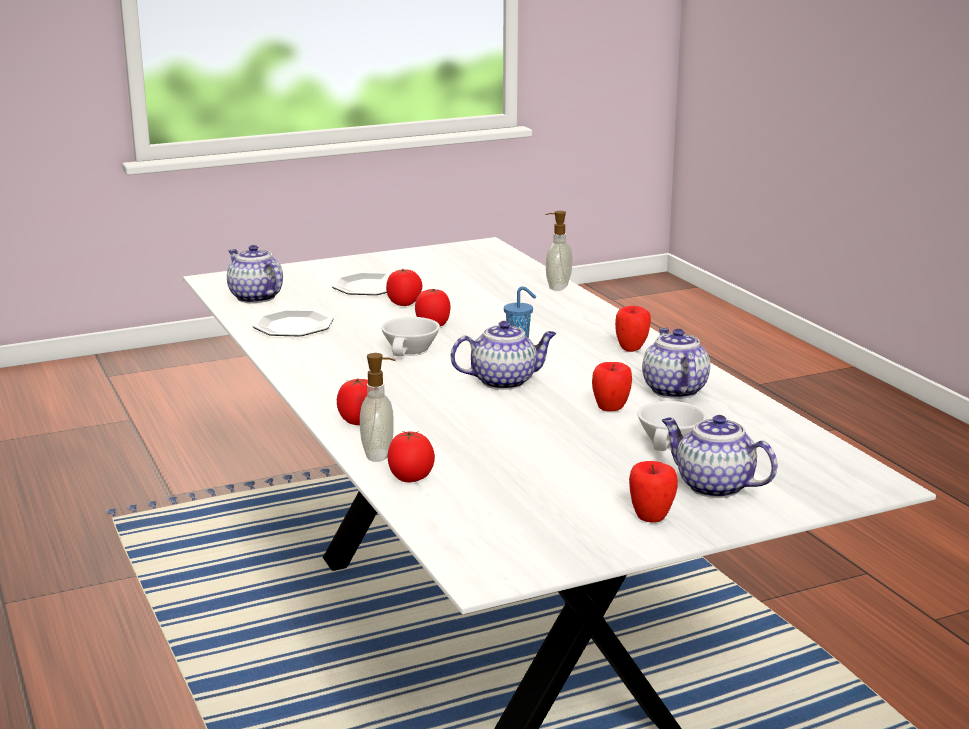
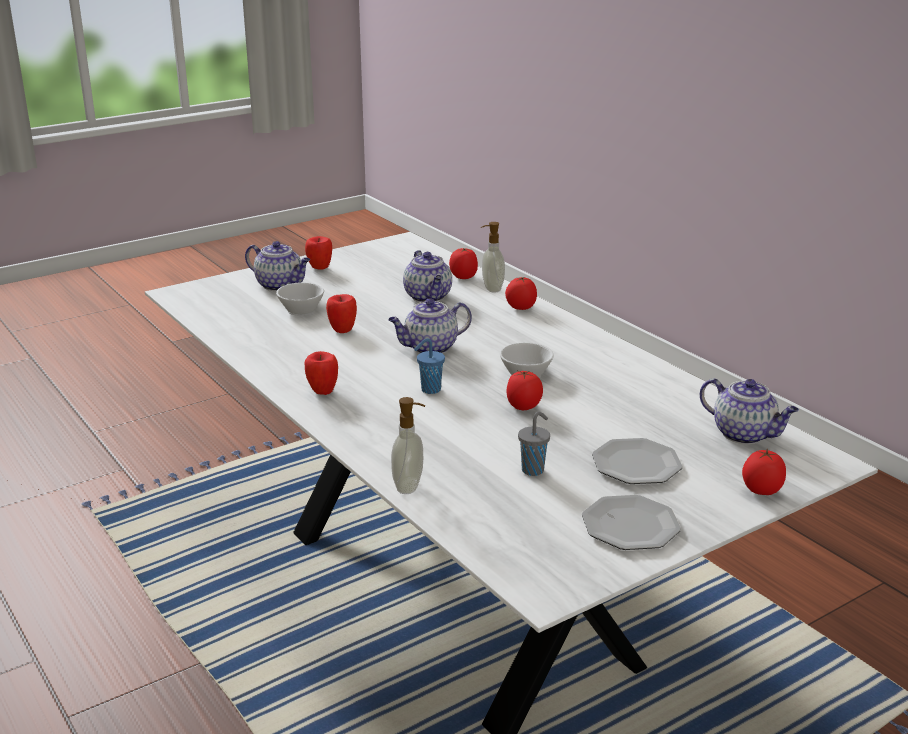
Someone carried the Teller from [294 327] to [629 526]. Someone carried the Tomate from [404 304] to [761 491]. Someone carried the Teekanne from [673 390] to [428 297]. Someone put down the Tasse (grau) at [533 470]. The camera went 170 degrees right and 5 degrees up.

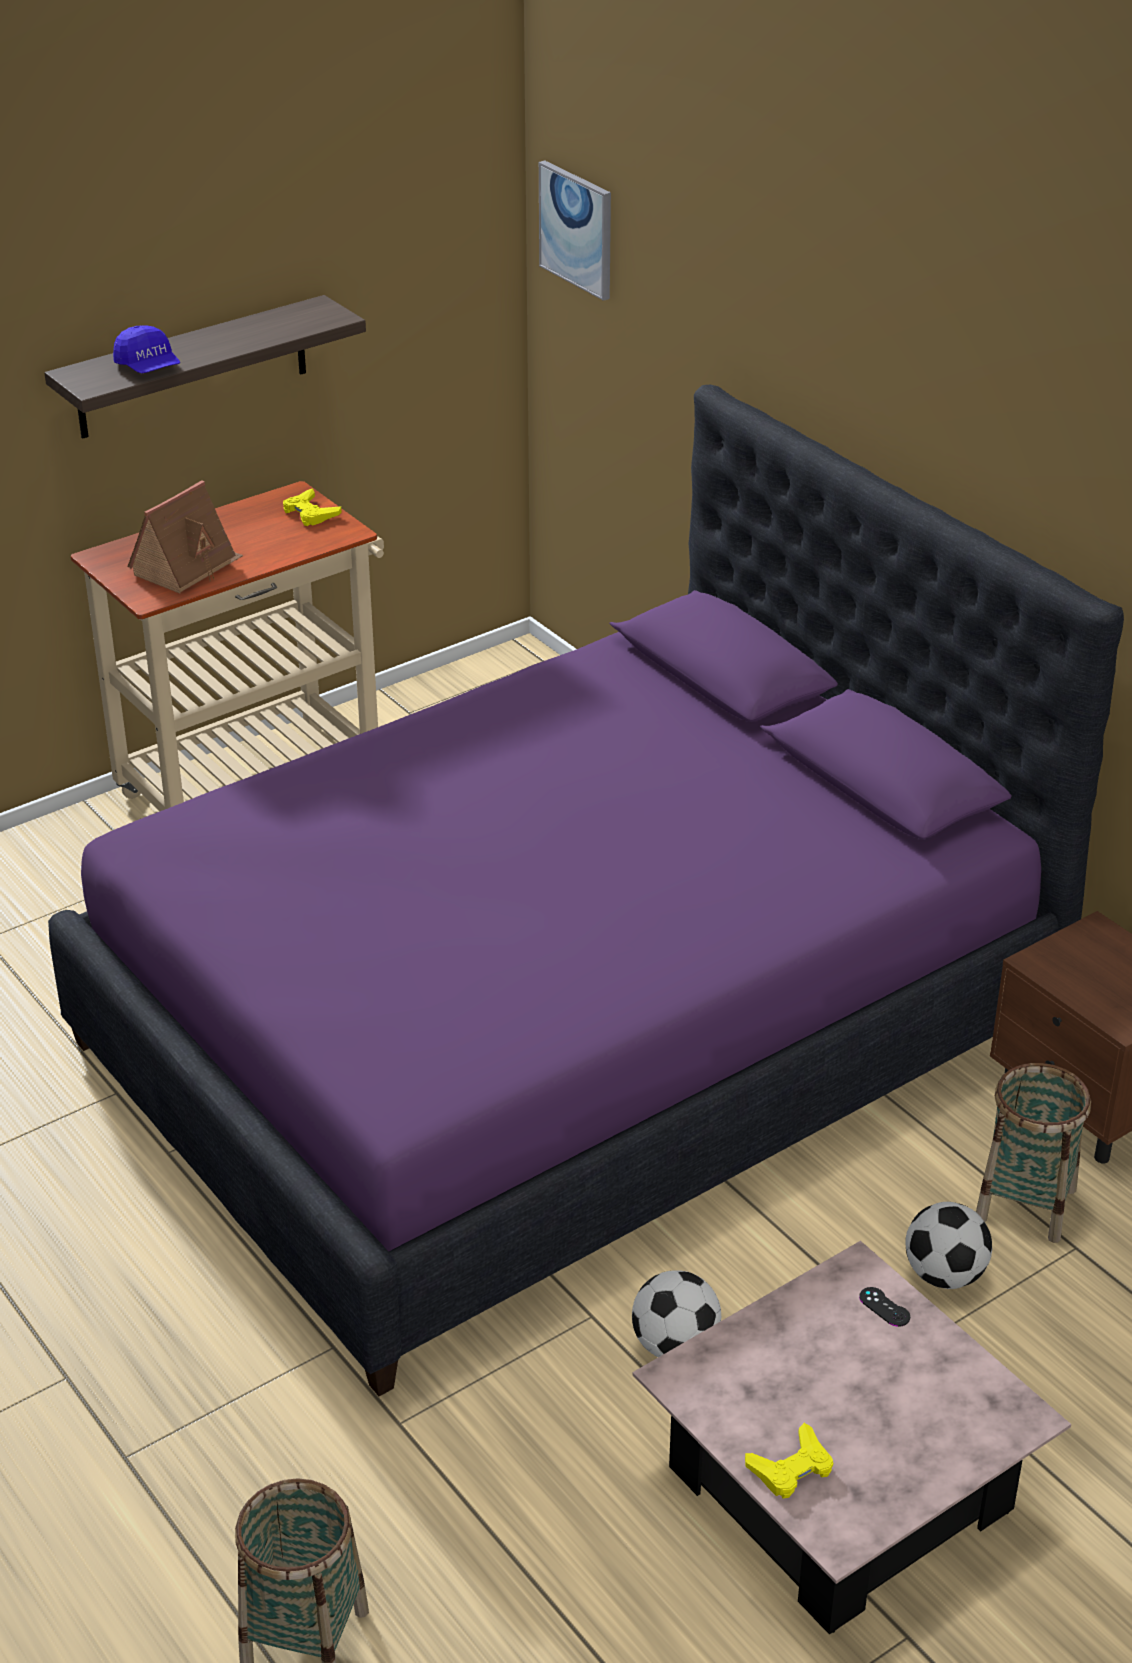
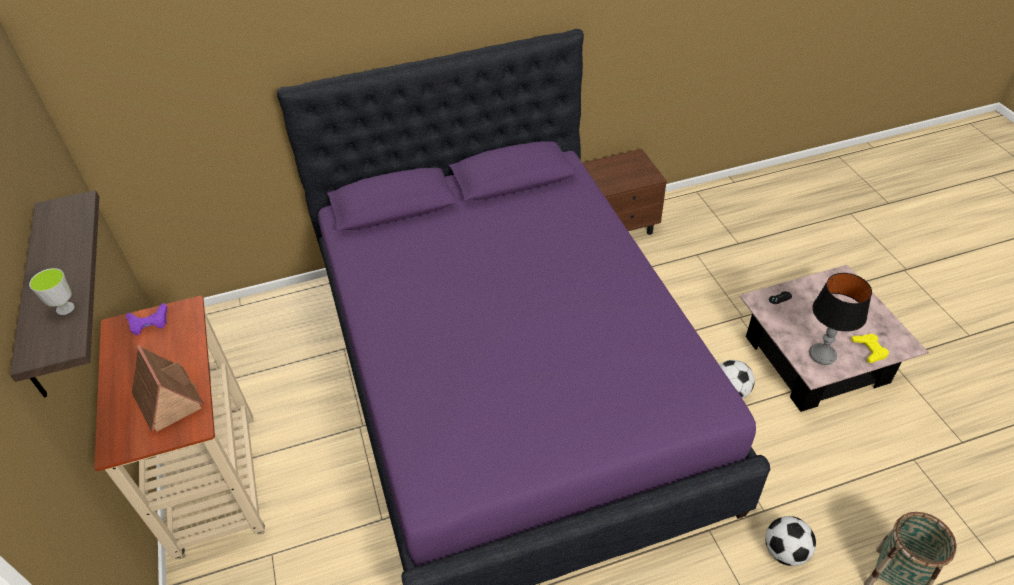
Someone swapped the Kappe (blau) at [148 368] for the Tasse at [65 308]. Someone repainted the Gamepad (gelb) at [310 513], which became the Gamepad (lila) at [149 322]. Someone took away the Bild at [577 229]. Someone carried the Fußball from [945 1275] to [785 551]. Someone took away the Korb at [1026 1204]. Someone put down the Tischlampe at [822 355]. The camera went 70 degrees left and 10 degrees up.

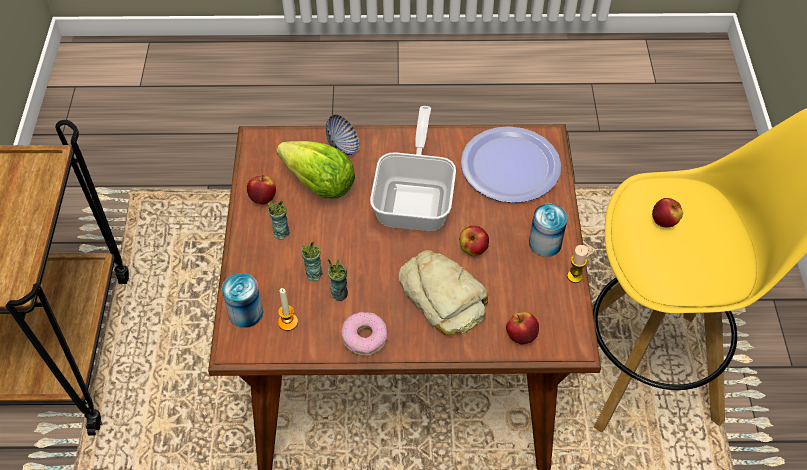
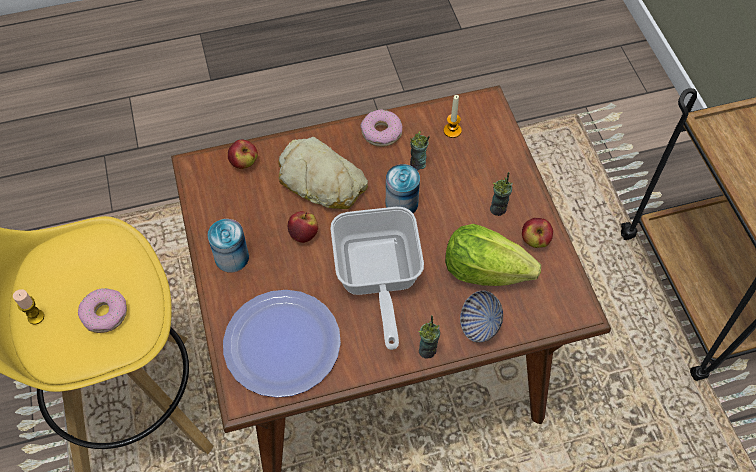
Someone carried the Dose from [245 313] to [401 203]. Someone carried the Tasse from [313 274] to [427 350]. Someone carried the Kerze from [574 276] to [36 317]. Someone swapped the Apfel at [664 221] for the Donut at [105 314]. The camera went 165 degrees right and 5 degrees up.

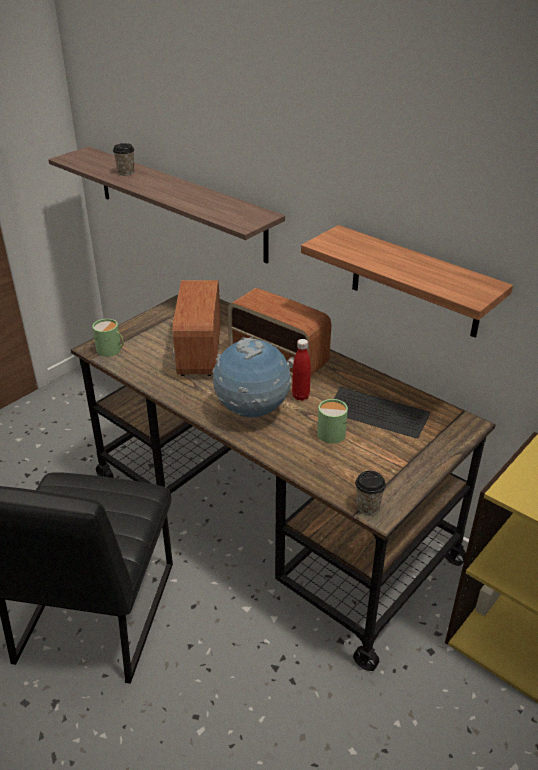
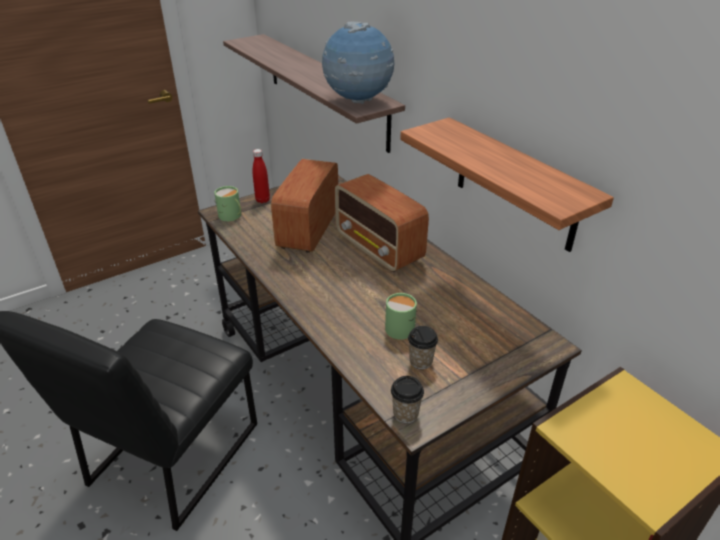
Someone carried the Tasse from [126 172] to [421 361]. Someone carried the Globus from [252 412] to [358 102]. Someone carried the Flasche (rot) from [300 396] to [262 200]. Someone took away the Tastatur at [378 414]. The camera went 15 degrees right and 0 degrees up.

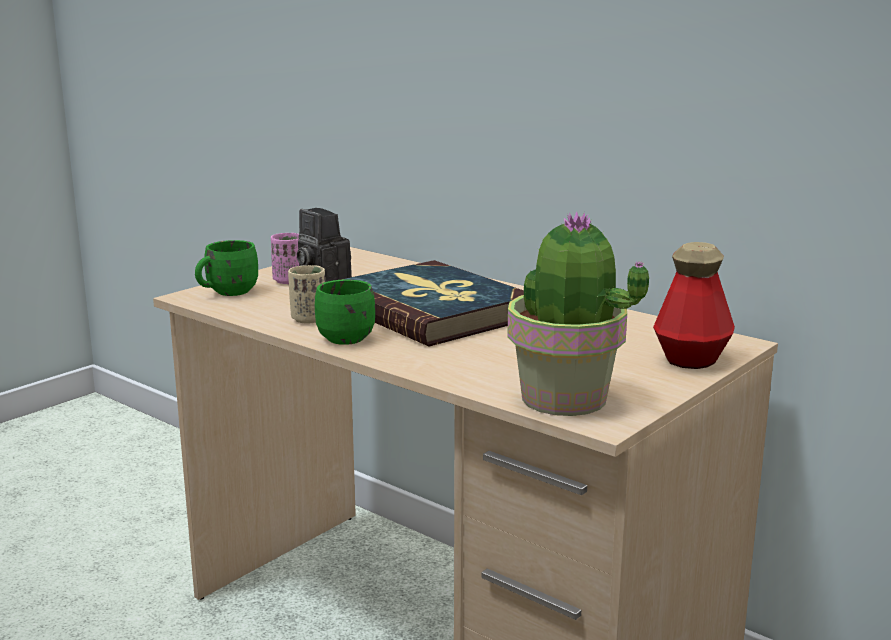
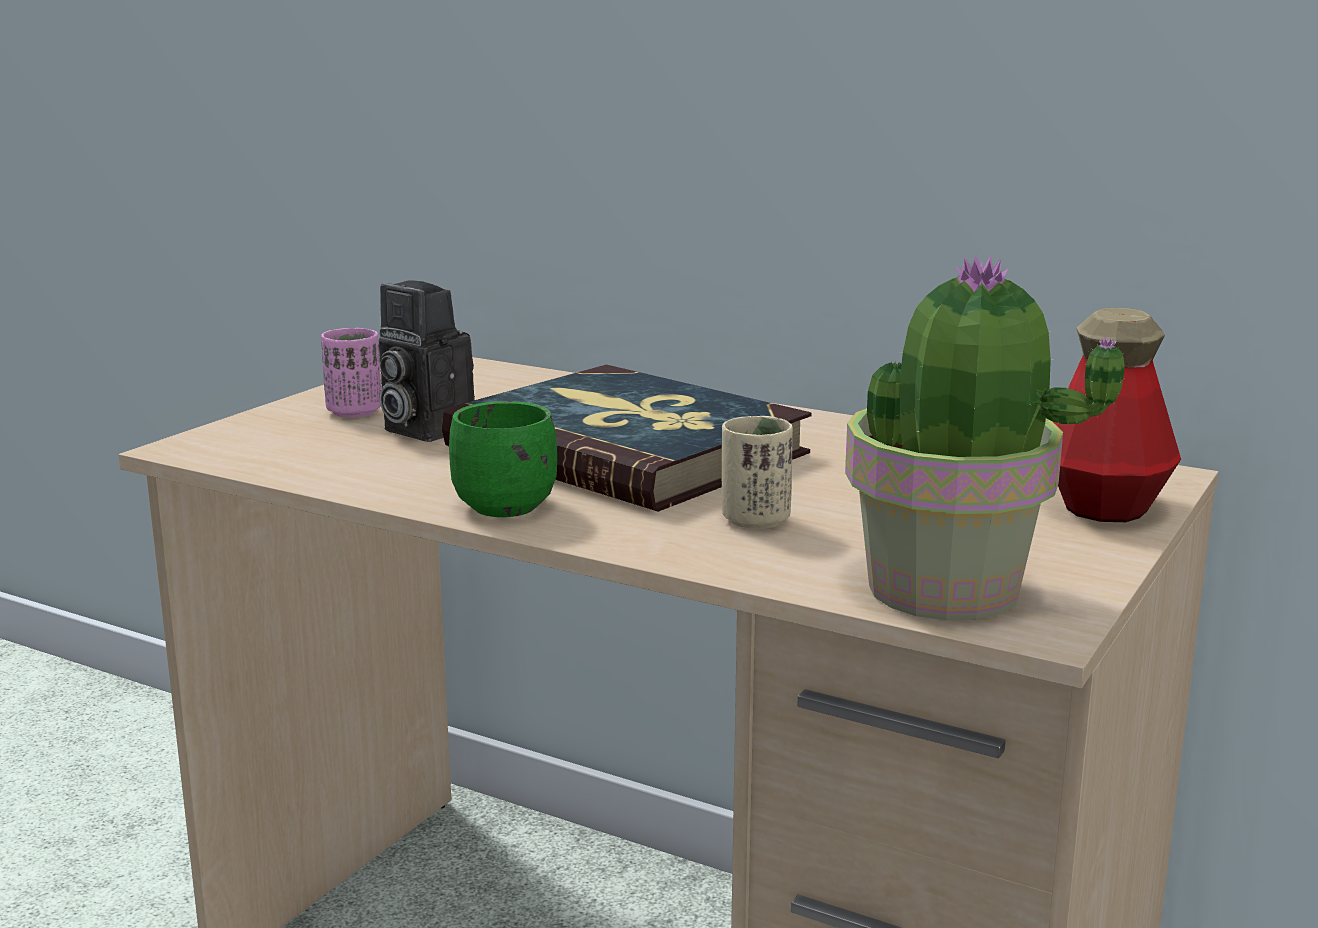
Someone took away the Henkelbecher (grün) at [226 293]. Someone carried the Tasse (beige) from [308 319] to [755 520]. The camera went 10 degrees left and 0 degrees up.

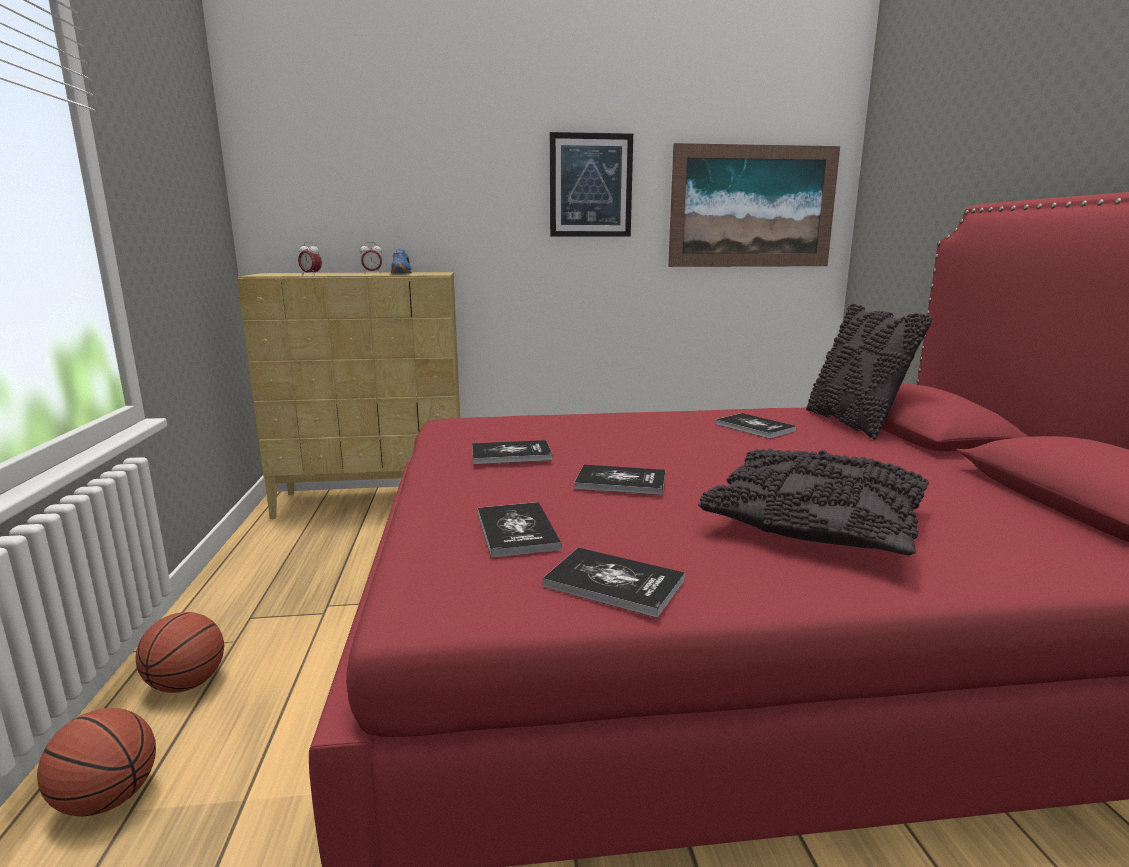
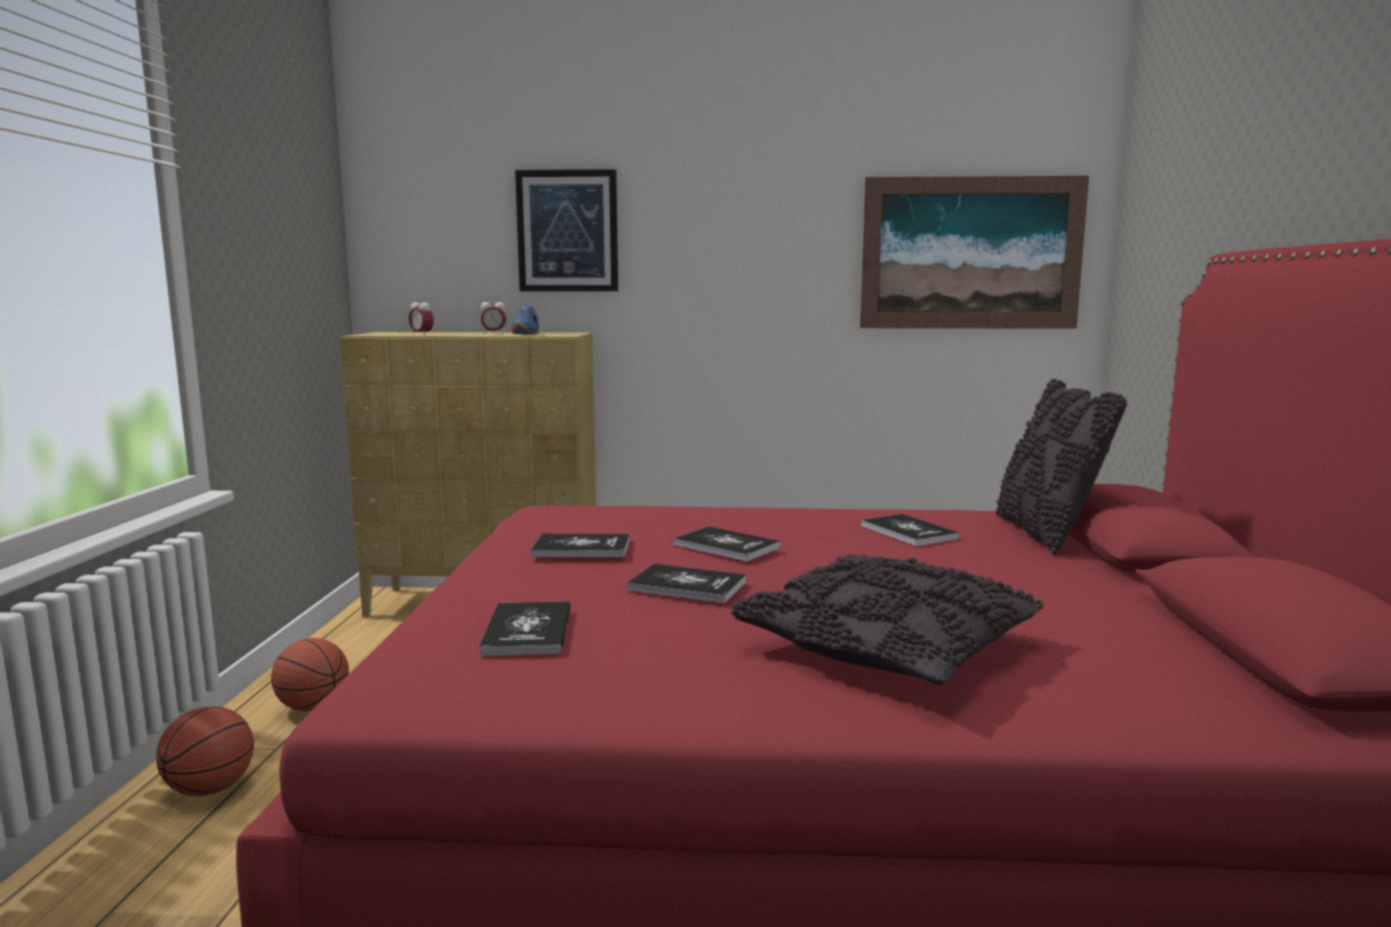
Someone carried the Basketball from [107 799] to [313 707]. Someone carried the Buch from [614 583] to [726 546]. Someone carried the Bild from [590 186] to [567 231]. The camera went 10 degrees right and 5 degrees down.

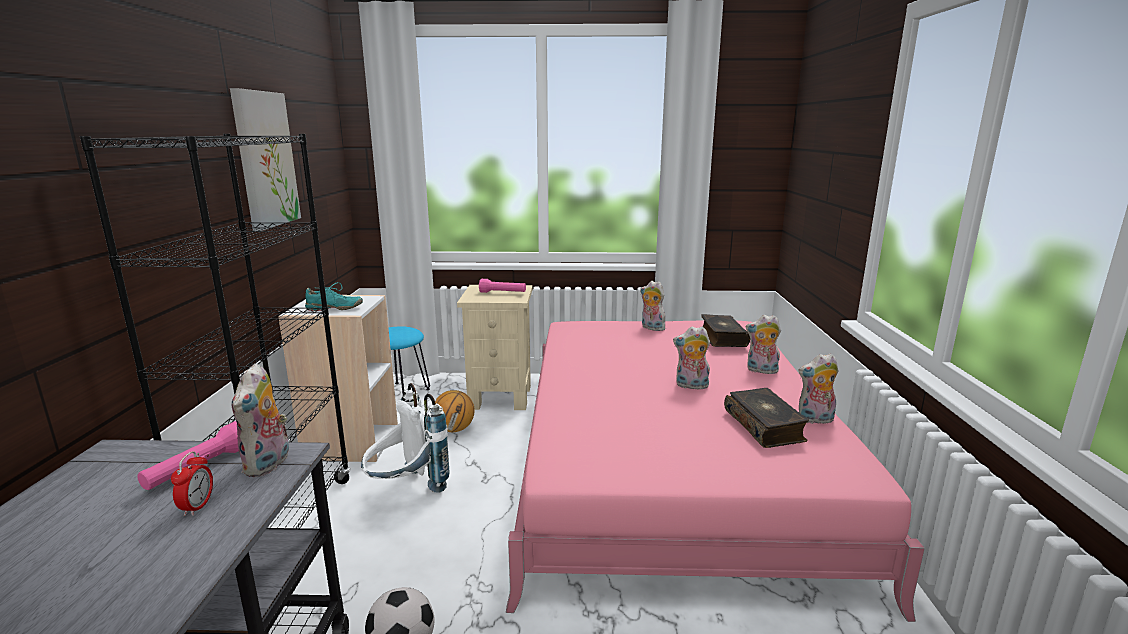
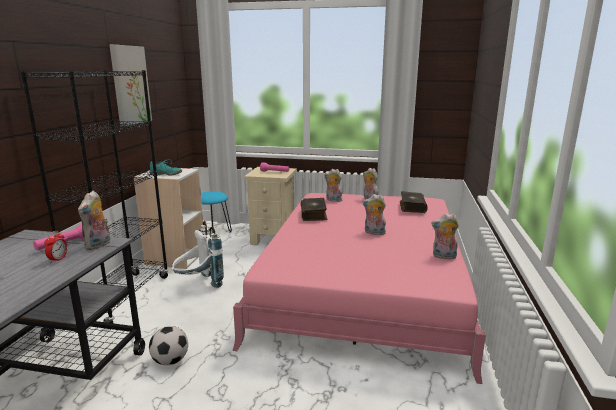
Someone took away the Basketball at [454 429]. Someone carried the Buch from [764 426] to [314 214]. Someone carried the Plüschtier from [761 371] to [333 200]. The camera went 10 degrees right and 0 degrees up.

